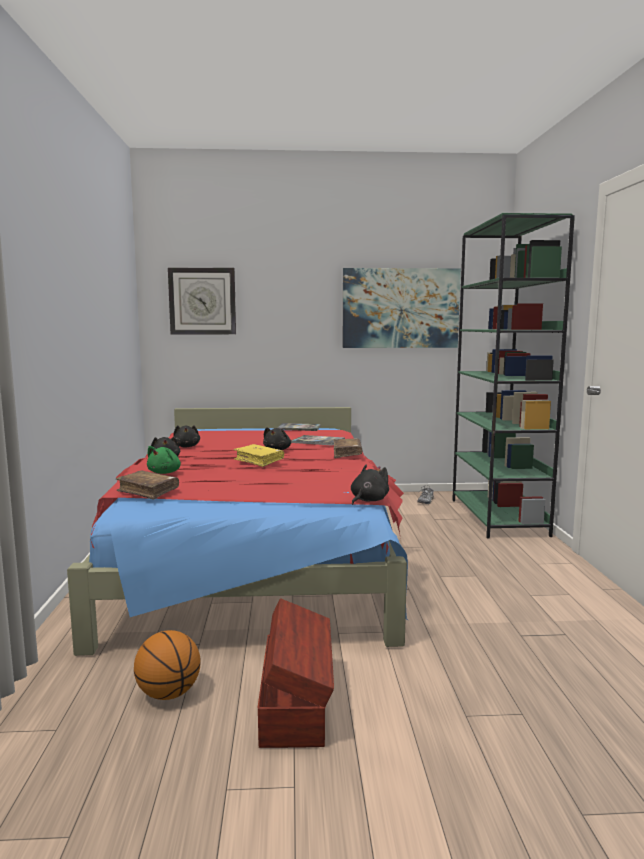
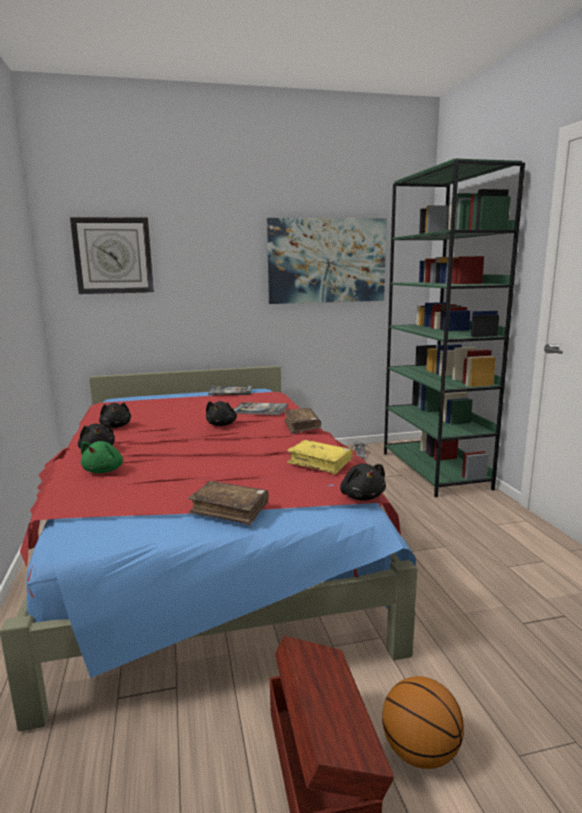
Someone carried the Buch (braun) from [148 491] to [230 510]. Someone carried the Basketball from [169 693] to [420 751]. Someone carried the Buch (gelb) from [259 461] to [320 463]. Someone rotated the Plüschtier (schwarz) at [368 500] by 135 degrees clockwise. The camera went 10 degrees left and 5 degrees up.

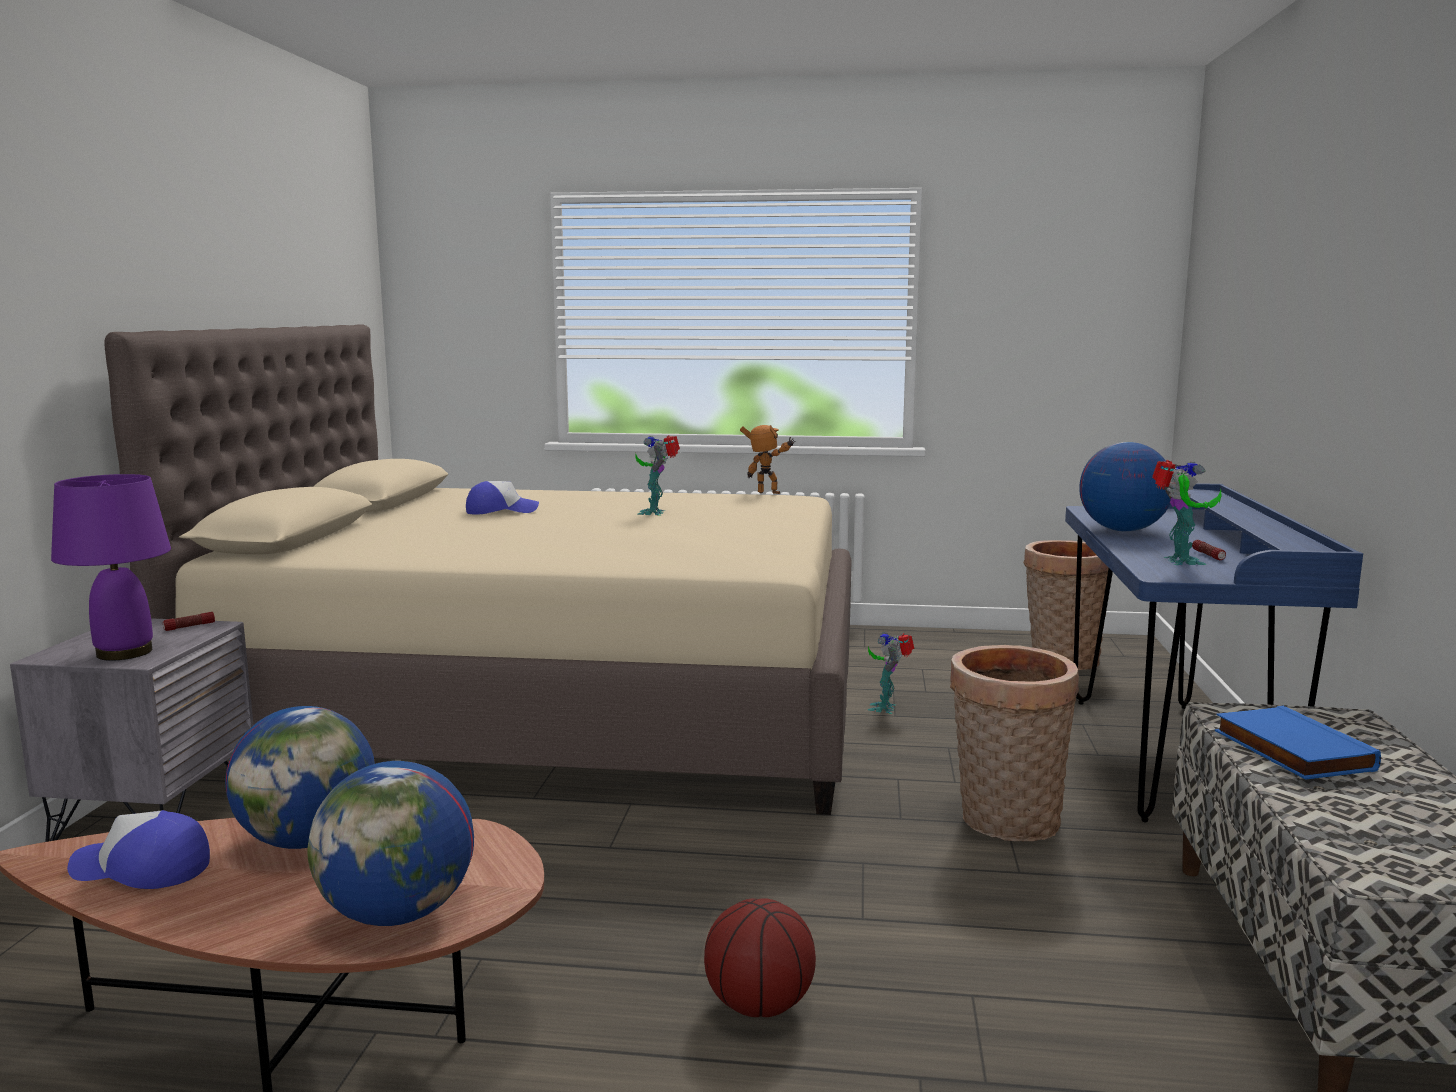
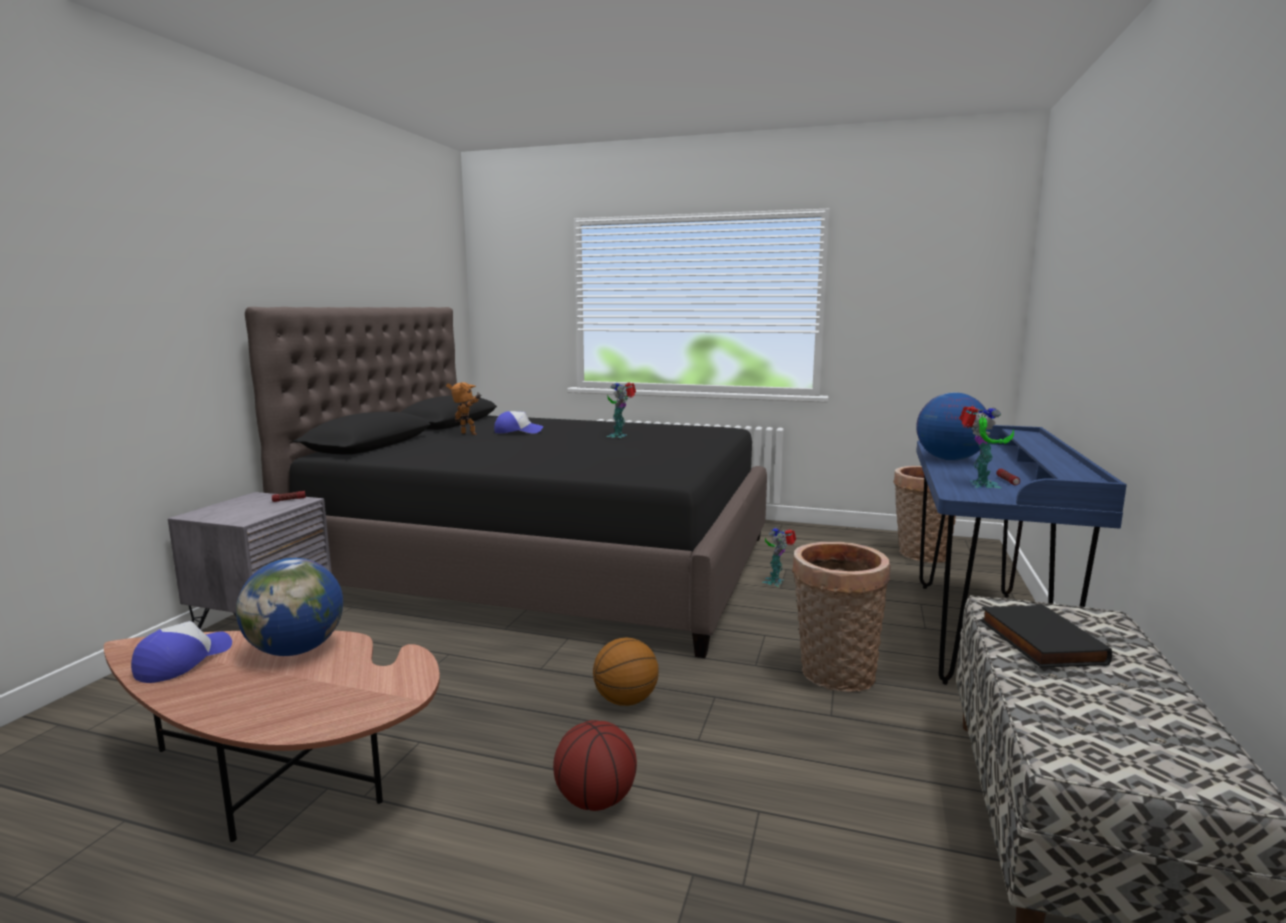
Someone took away the Tischlampe (lila) at [125 653]. Someone rotated the Kappe at [141 869] by 90 degrees clockwise. Someone repainted the Bett (beige) at [554 704], which became the Bett (schwarz) at [546 564]. Someone took away the Globus at [398 914]. Someone carried the Spielzeugroboter from [768 493] to [467 434]. Someone repainted the Buch (blau) at [1289 750], which became the Buch (schwarz) at [1037 641]. Someone put down the Basketball at [626 700]. The camera went 10 degrees right and 0 degrees up.

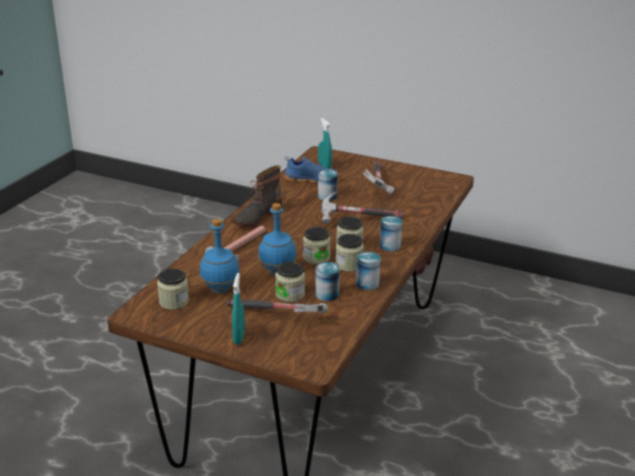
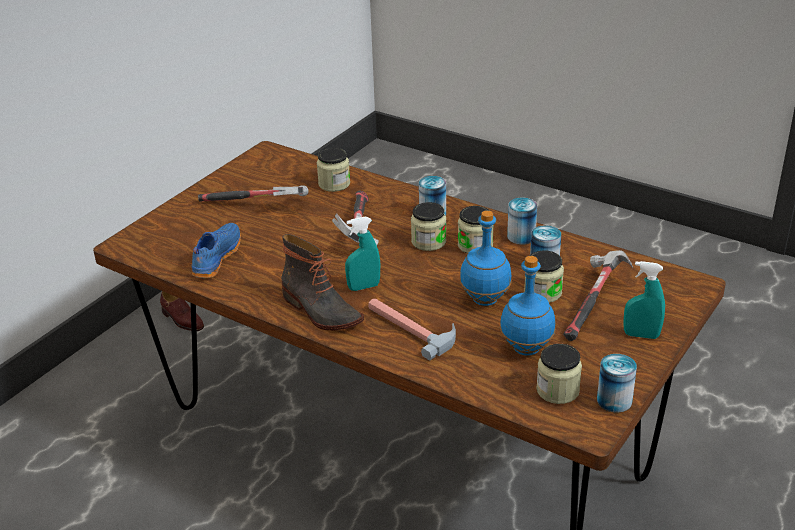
Someone carried the Vorratsglas from [316 257] to [334 184]. Someone carried the Sprühflasche (türkis) from [324 166] to [363 287]. Someone carried the Dose from [327 196] to [614 400]. The camera went 80 degrees left and 5 degrees up.

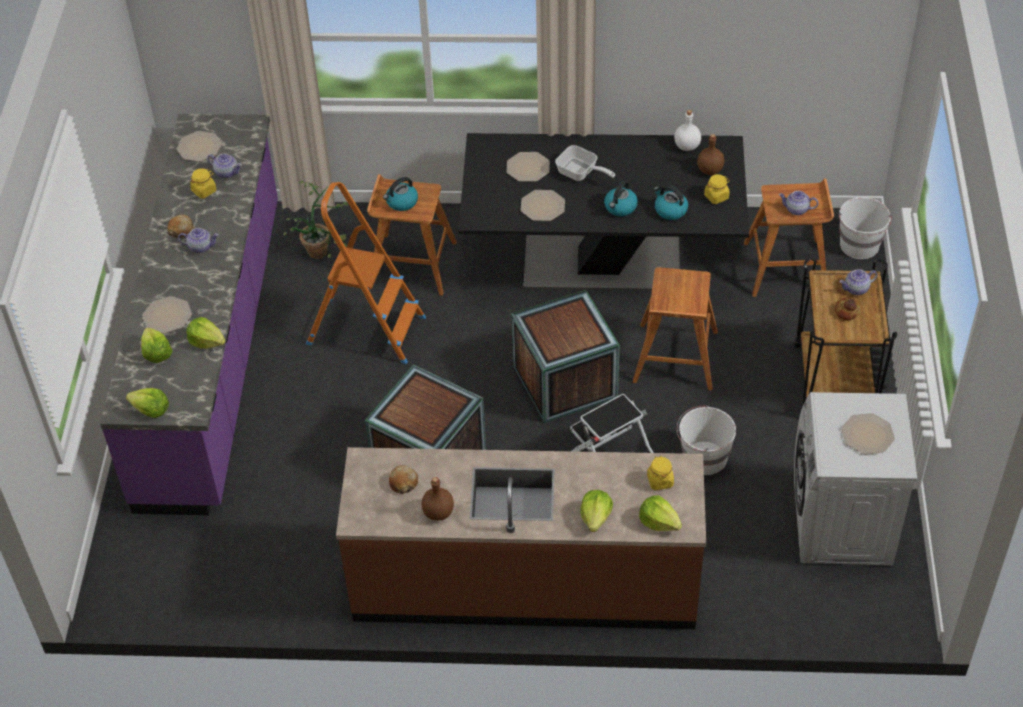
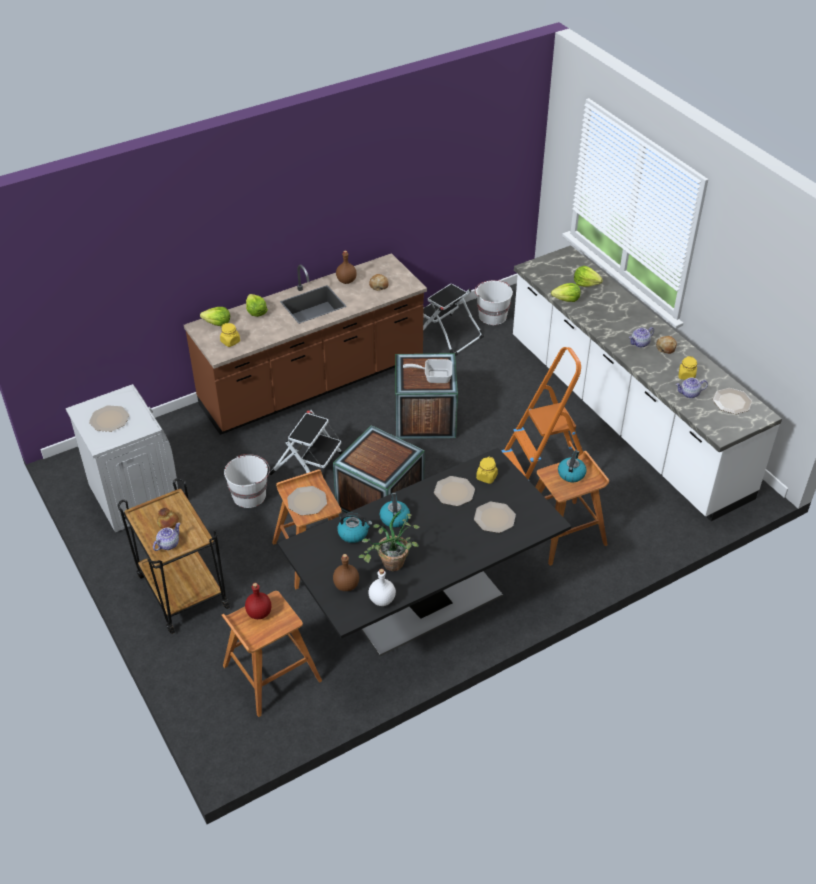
Someone repainted the Küchenzeile (lila) at [213 351], which became the Küchenzeile (weiß) at [623 416]. Someone took away the Salatkopf at [151 410]. Someone carried the Teller from [167 316] to [306 501]. Someone carried the Topfpflanze from [323 249] to [390 567]. Someone carried the Pfanne from [580 174] to [433 377]. Someone carried the Vorratsglas (gelb) from [716 197] to [486 477]. Someone swapped the Teekanne at [796 209] for the Flasche (rot) at [258 613]. Someone carried the Eimer (weiß) from [859 246] to [492 316]. Someone put down the Trittleiter at [449 335]. The camera went 145 degrees right and 5 degrees down.

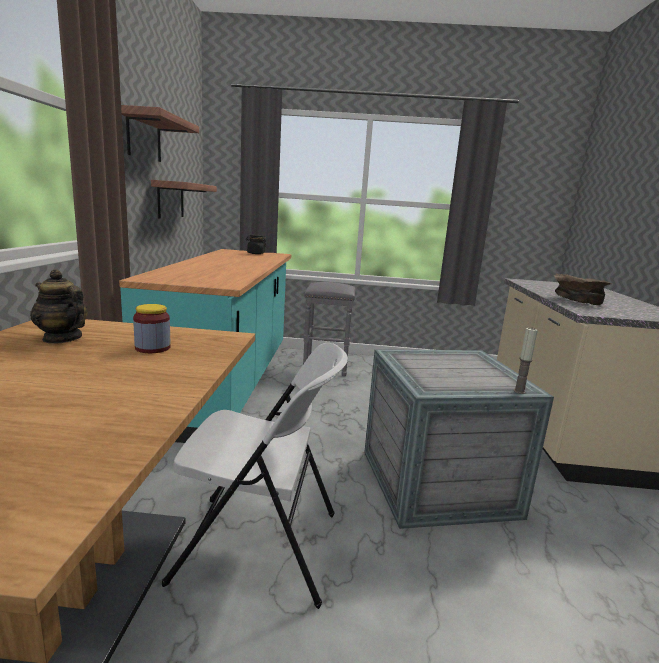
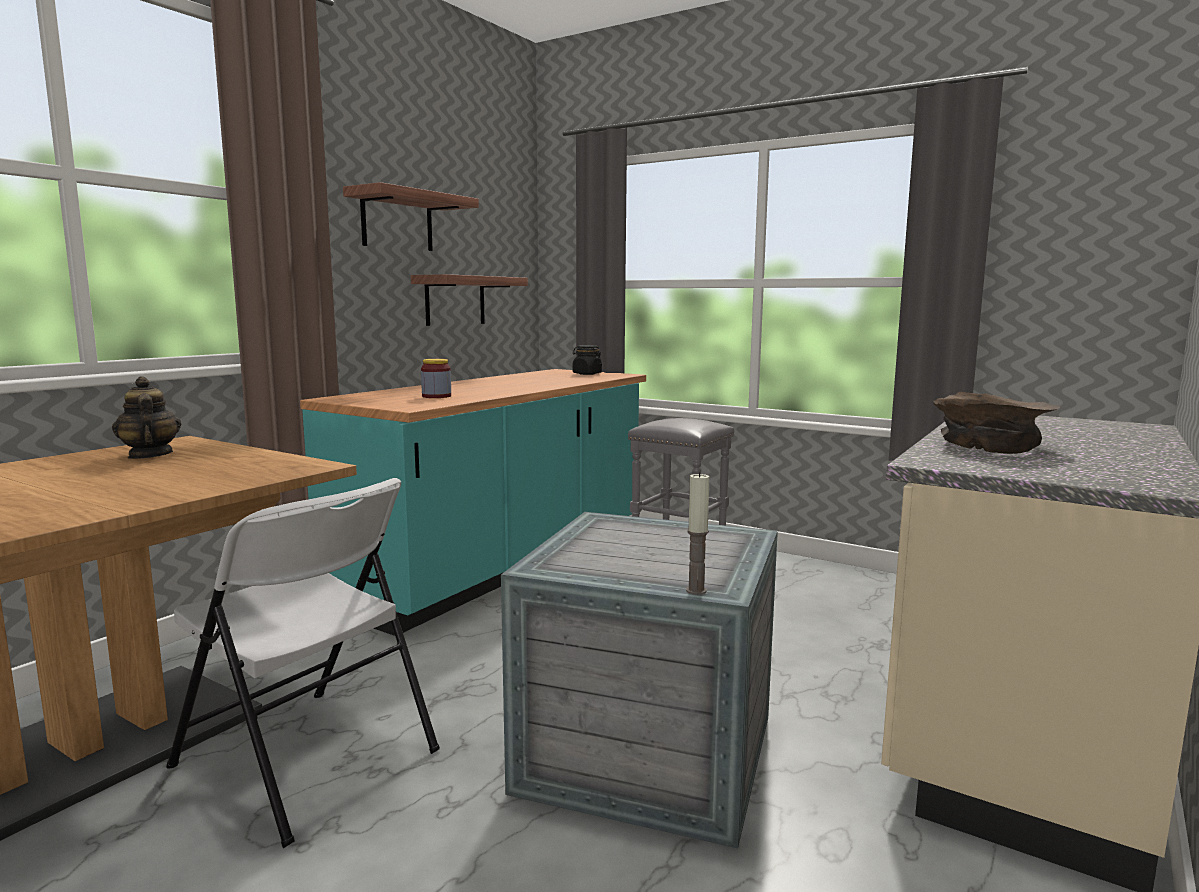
Someone carried the Vorratsglas from [153 348] to [436 396]. The camera went 30 degrees right and 5 degrees down.

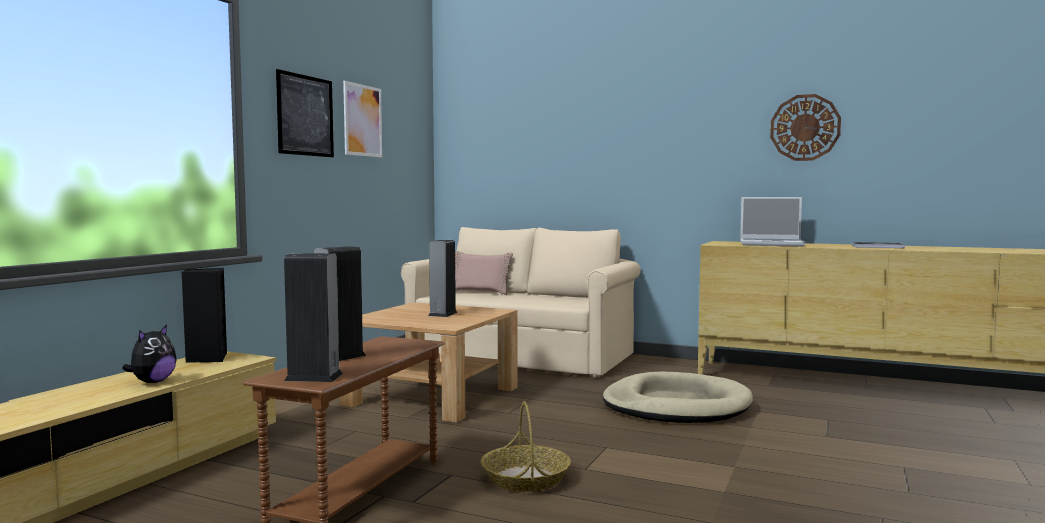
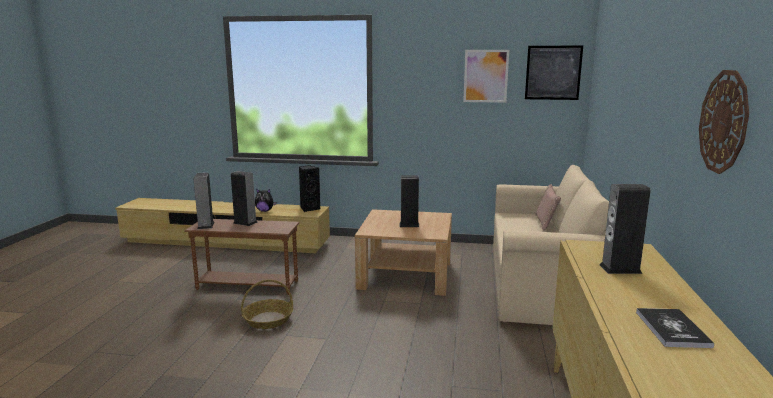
Someone carried the Bild from [305 115] to [553 72]. Someone took away the Hundebett (beige) at [676 406]. Someone swapped the Laptop at [772 244] for the Lautsprecher at [620 269]. The camera went 75 degrees right and 10 degrees up.

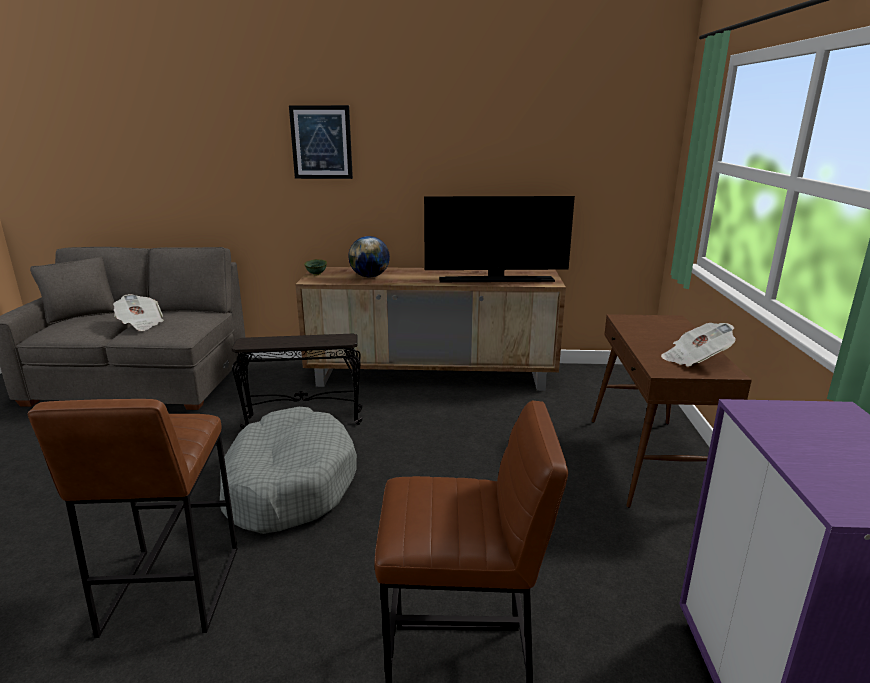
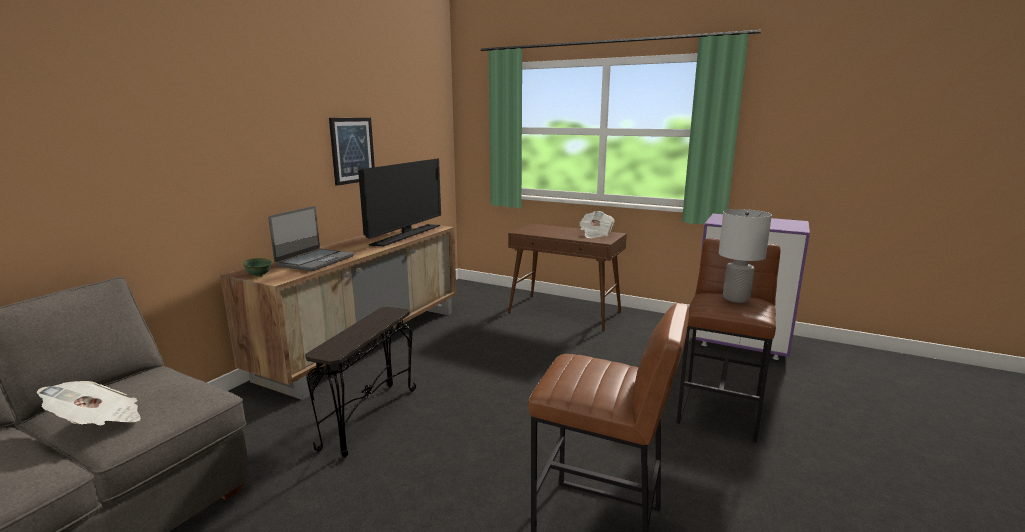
Someone took away the Hundebett (grau) at [288 484]. Someone carried the Bild from [321 142] to [352 150]. Someone swapped the Globus at [370 276] for the Laptop at [315 261]. Someone put down the Tischlampe (grau) at [736 300]. The camera went 65 degrees left and 5 degrees down.

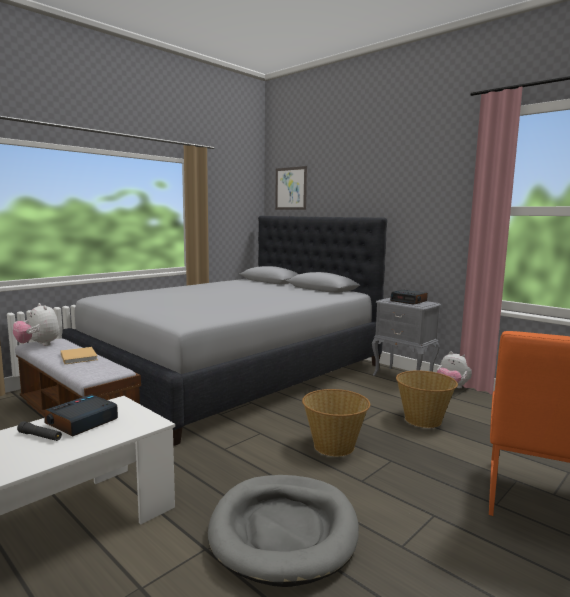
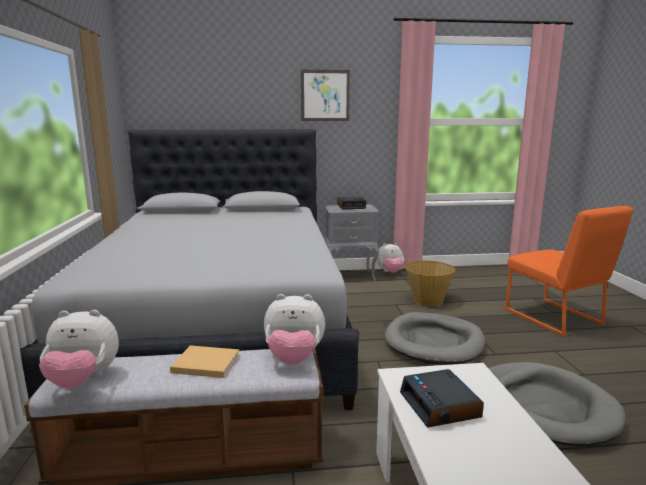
Someone took away the Taschenlampe (schwarz) at [40 436]. Someone carried the Bild from [291 188] to [325 95]. Someone swapped the Korb at [334 446] for the Hundebett (grau) at [434 342]. Someone put down the Plüschtier at [294 358]. The camera went 50 degrees left and 5 degrees up.

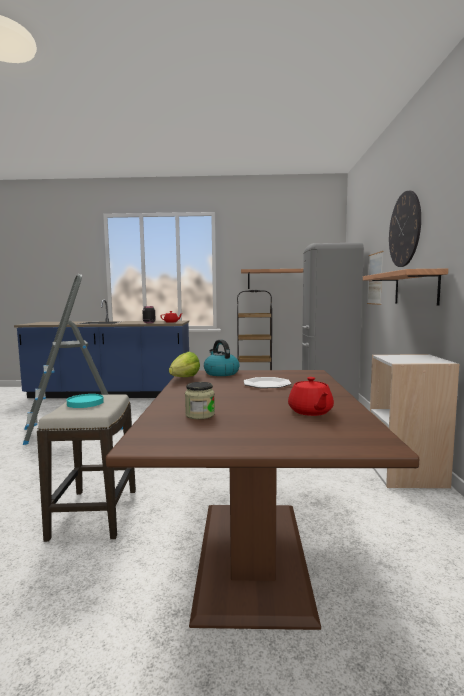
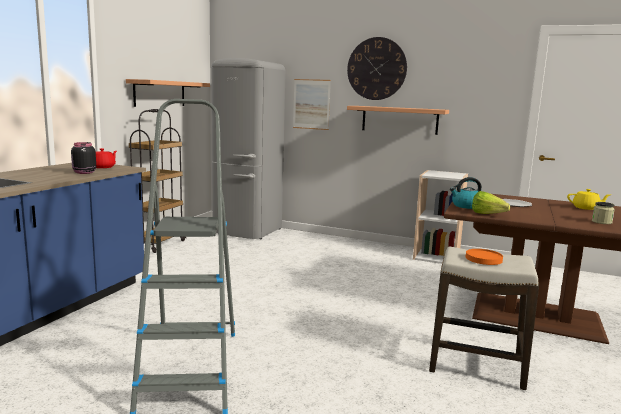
Someone repainted the Teller (türkis) at [85 403], which became the Teller (orange) at [483 259]. Someone repainted the Teekanne (rot) at [310 412], which became the Teekanne (gelb) at [586 208]. The camera went 70 degrees left and 5 degrees up.

